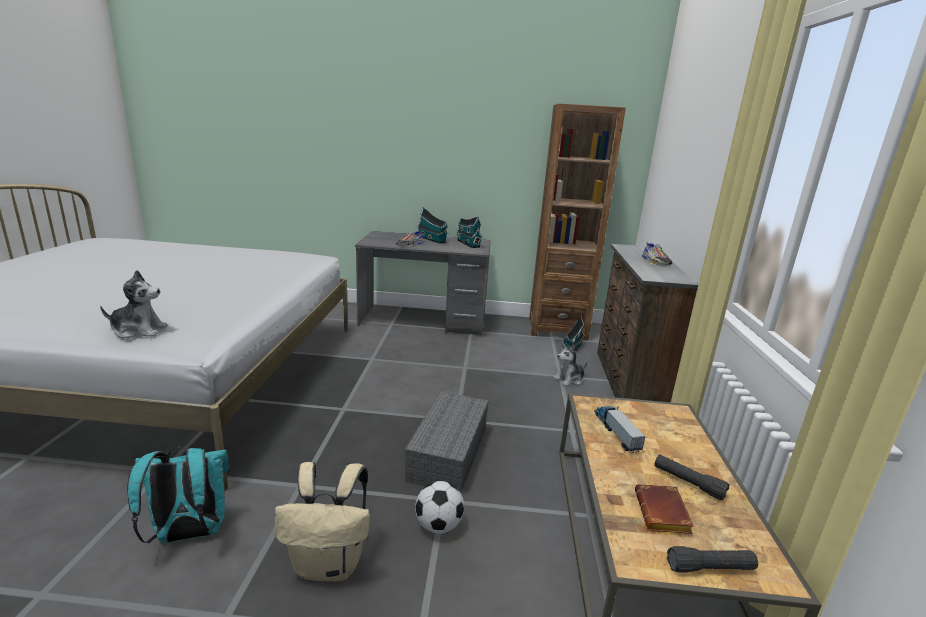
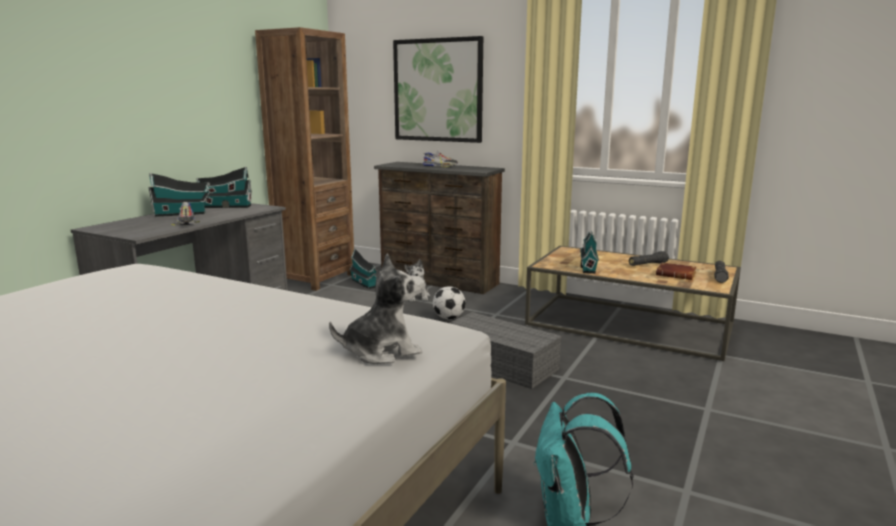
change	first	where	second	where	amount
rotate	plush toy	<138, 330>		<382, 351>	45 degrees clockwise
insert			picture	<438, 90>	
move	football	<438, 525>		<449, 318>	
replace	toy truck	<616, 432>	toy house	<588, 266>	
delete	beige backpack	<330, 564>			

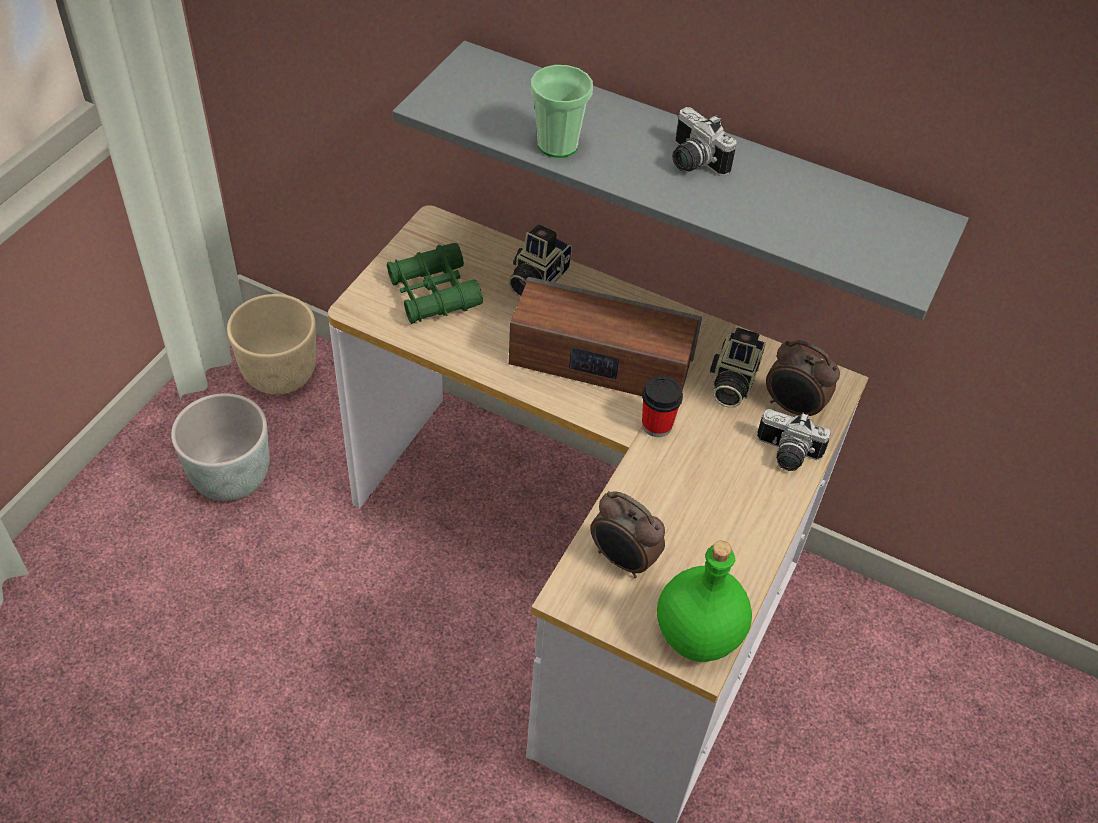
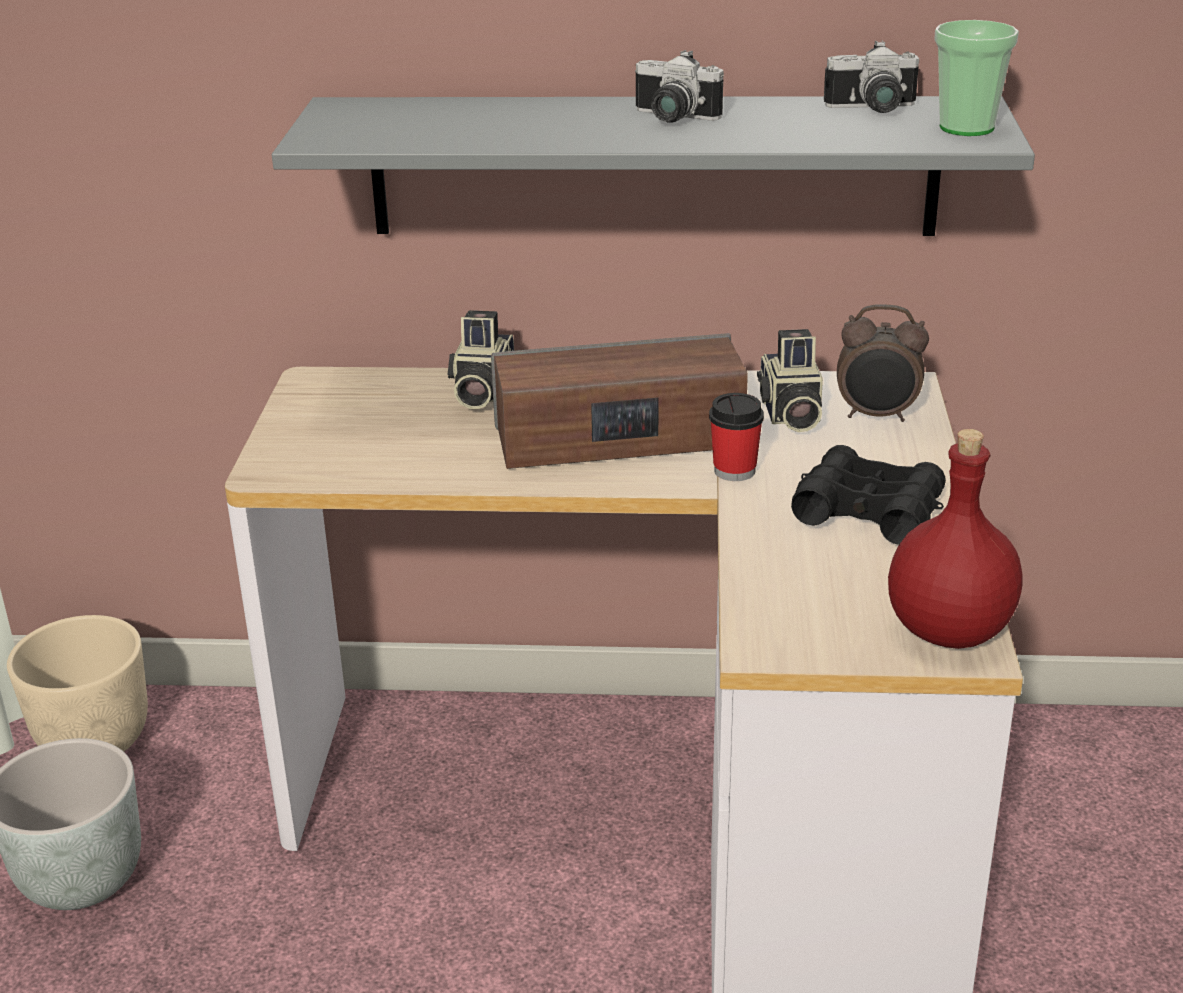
change	first	where	second	where	amount
insert			black binoculars	<868, 511>	
move	photo camera	<786, 455>		<873, 109>	
recolor	green bottle	<697, 633>	red bottle	<947, 630>	
move	cup	<557, 145>		<966, 128>	
delete	green binoculars	<433, 293>			
delete	alarm clock	<622, 560>			

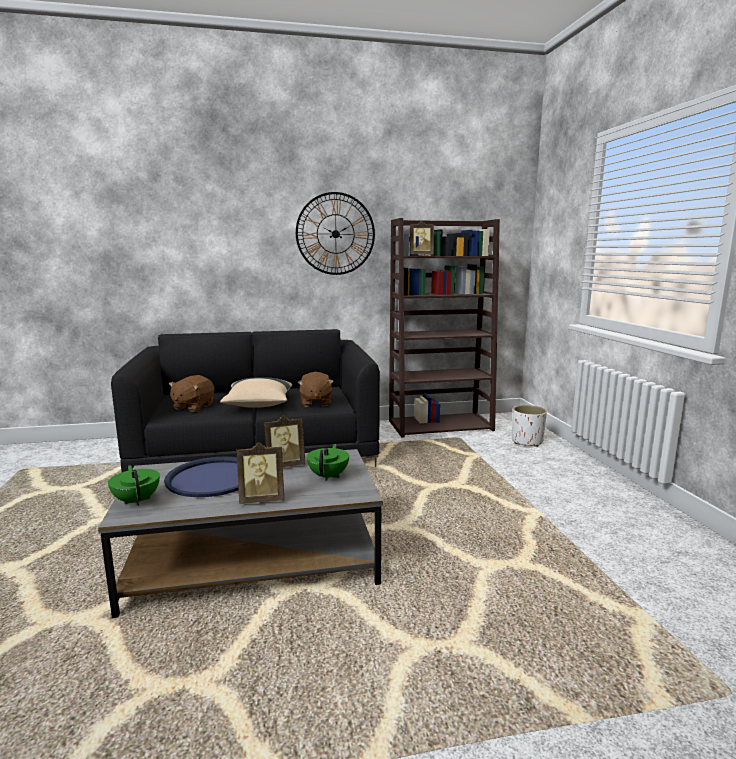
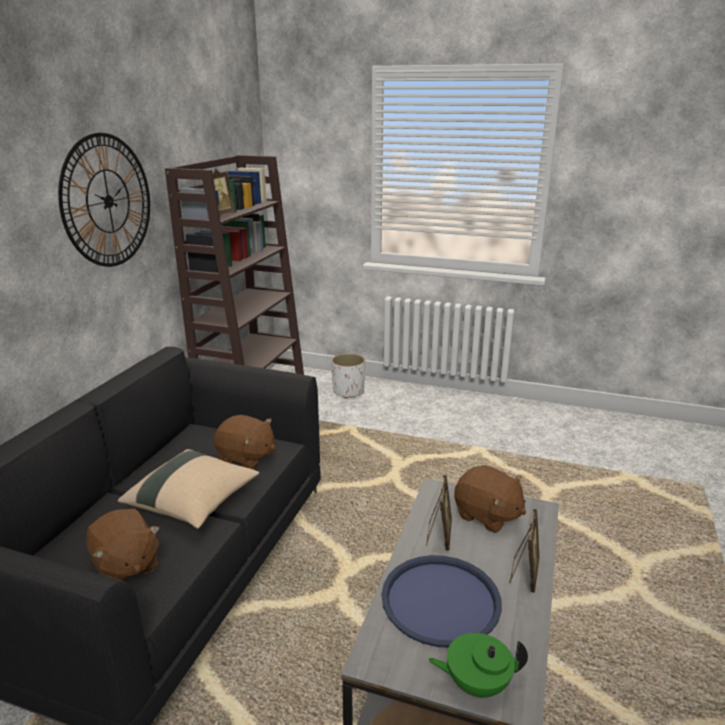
change	first	where	second	where	amount
replace	green teapot	<328, 476>	brown plush toy	<487, 516>	

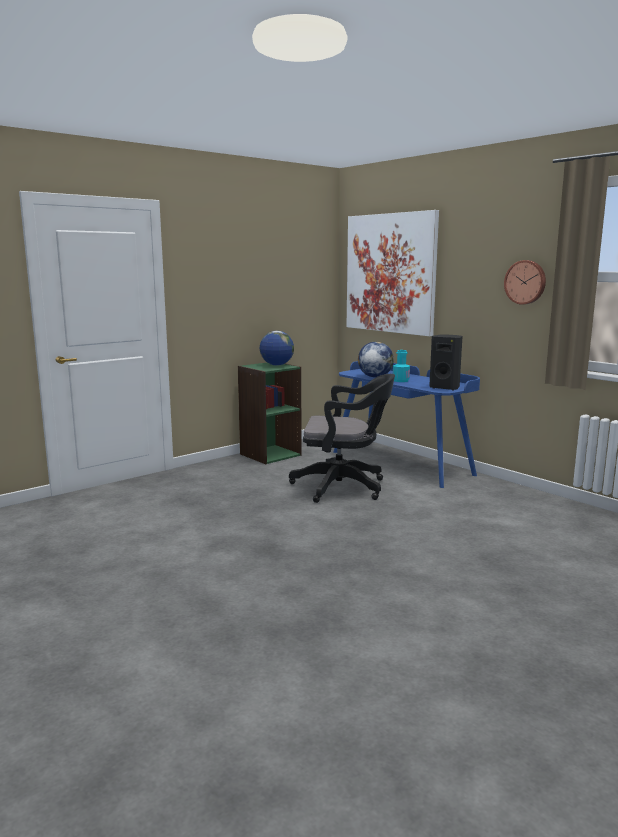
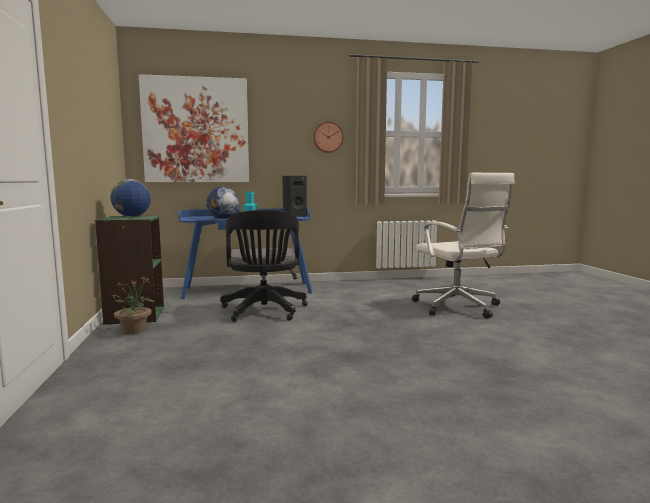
change	first	where	second	where	amount
insert			potted plant	<134, 330>	
rotate	black office chair	<344, 487>		<264, 312>	135 degrees clockwise
insert			white office chair	<458, 307>	

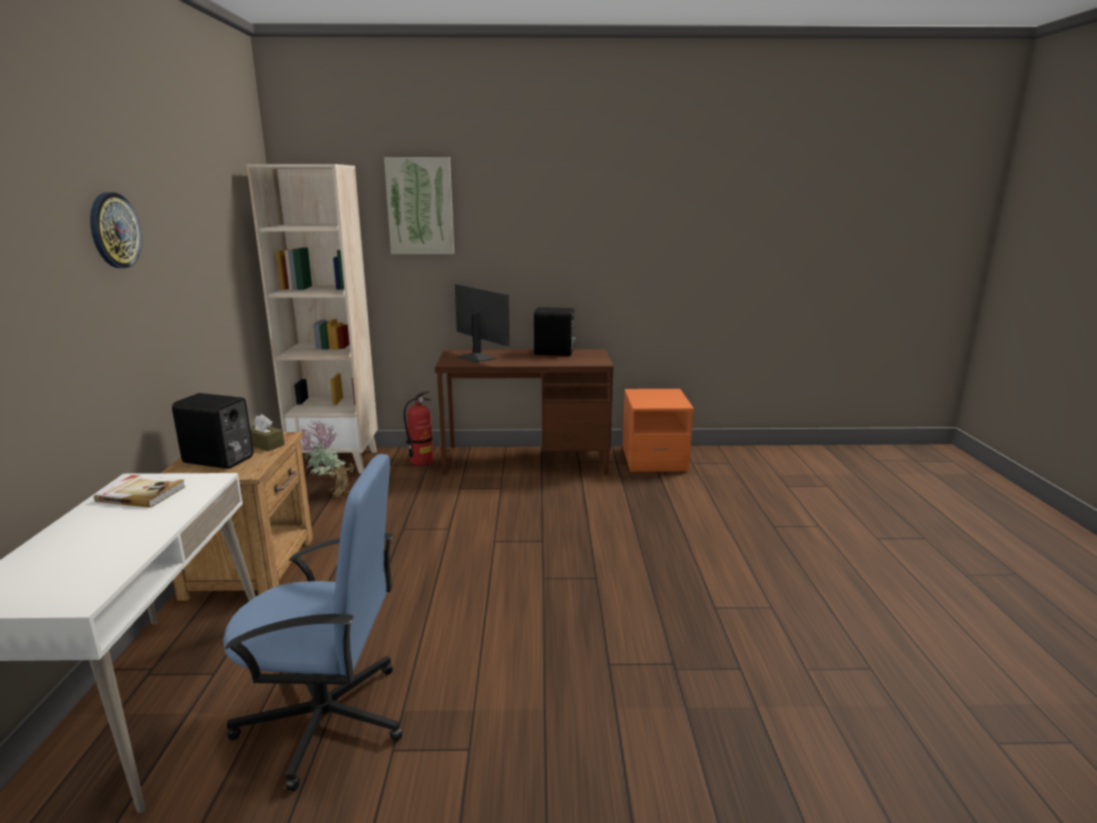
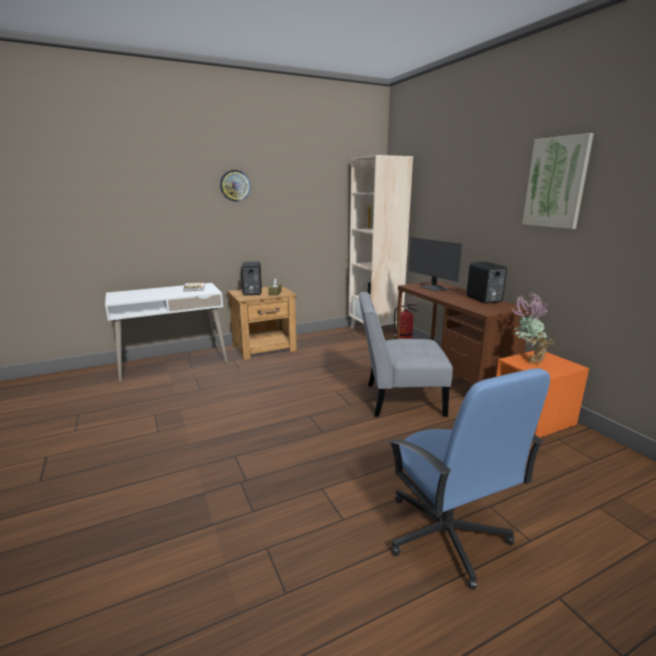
change	first	where	second	where	amount
insert			grey chair	<399, 399>	
move	blue office chair	<327, 720>		<446, 535>	
rotate	monitor	<477, 357>		<433, 288>	120 degrees clockwise
move	potted plant	<330, 495>		<527, 360>	
move	picture	<420, 206>		<556, 182>	

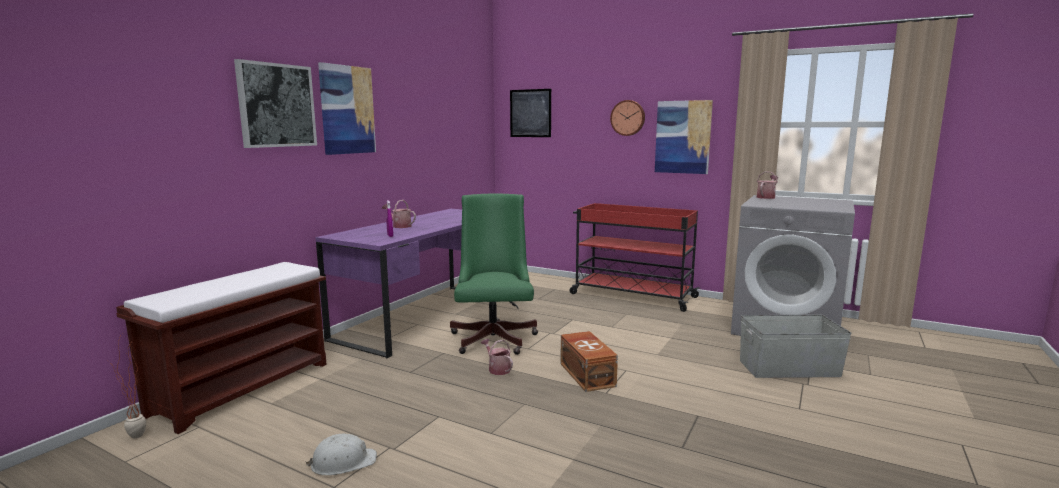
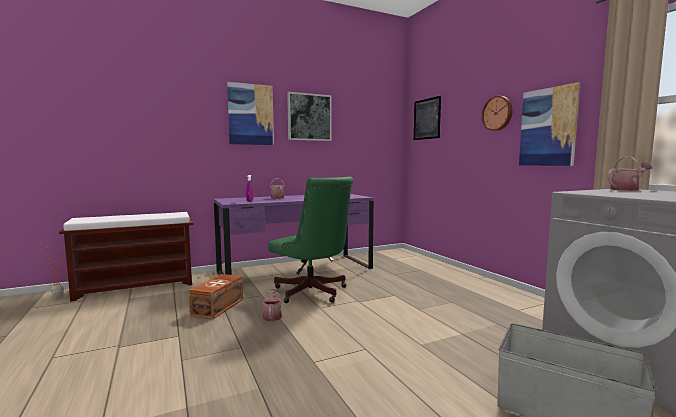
change	first	where	second	where	amount
move	brown storage box	<587, 374>		<219, 307>	
rotate	green office chair	<494, 337>		<313, 293>	105 degrees clockwise
move	picture	<276, 105>		<309, 117>	
delete	white hard hat	<343, 462>			
delete	red cart	<631, 295>			

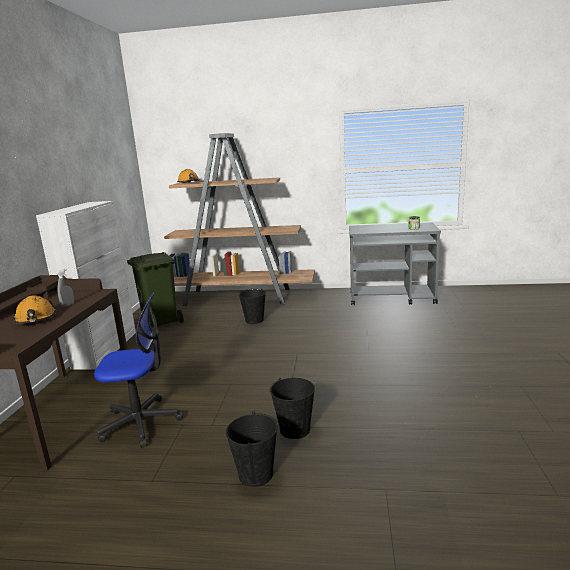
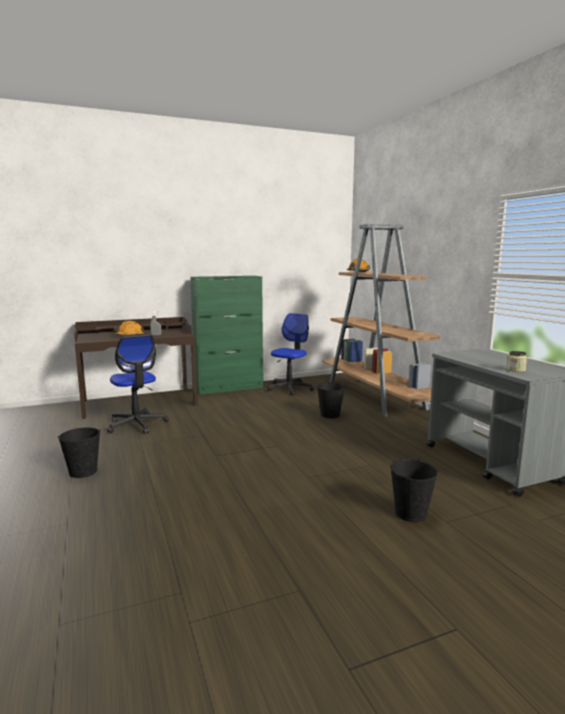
change	first	where	second	where	amount
recolor	white cabinet	<106, 349>	green cabinet	<229, 388>	
replace	green trash can	<161, 322>	office chair	<289, 388>	
move	black bucket	<295, 429>		<411, 513>	

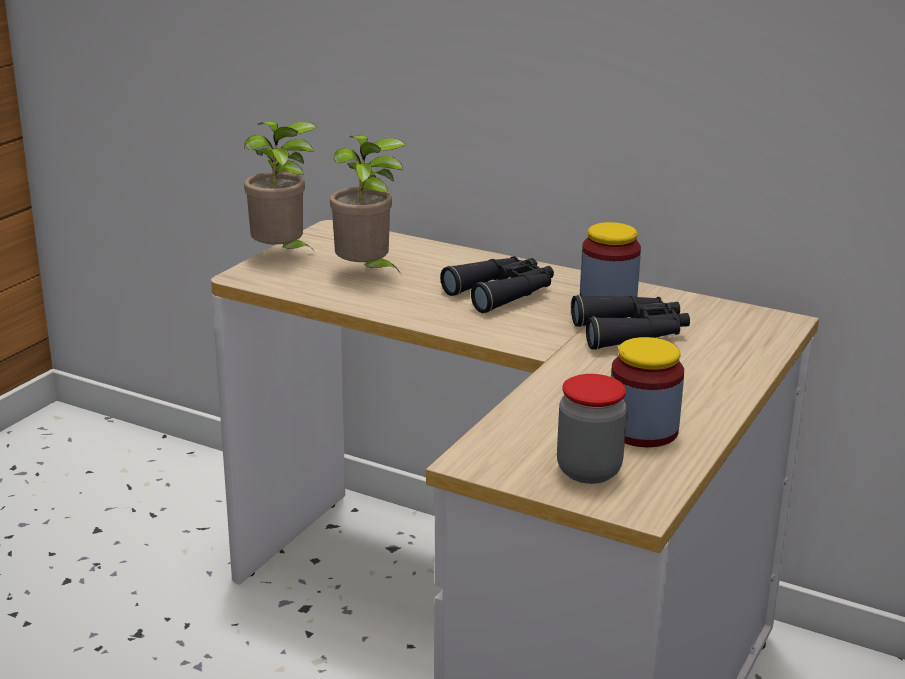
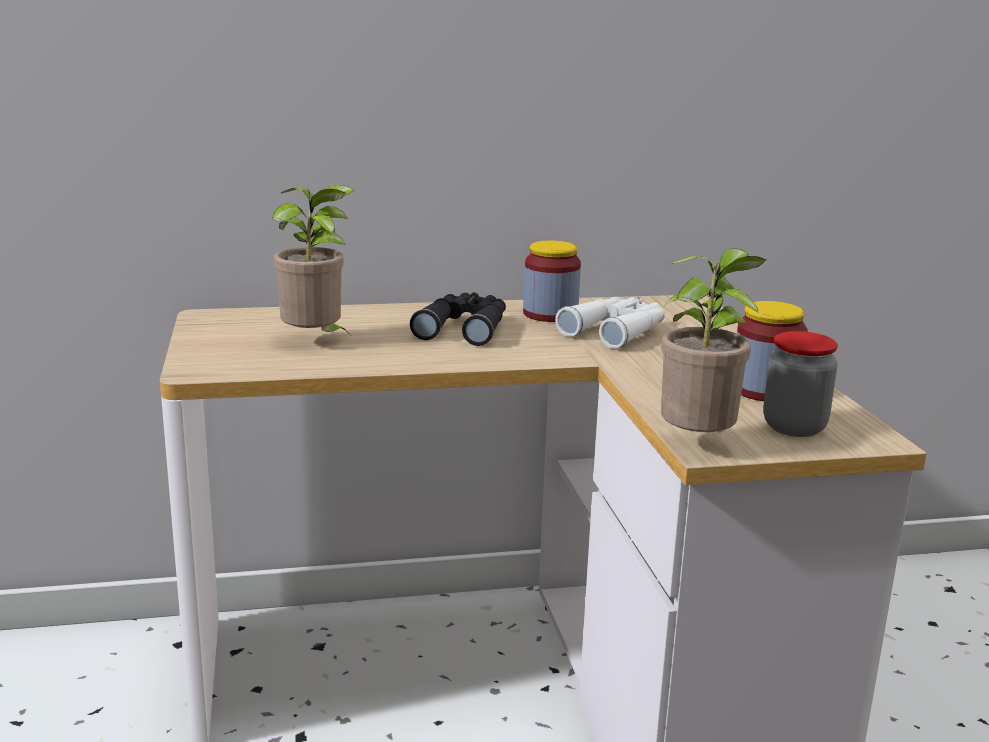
change	first	where	second	where	amount
recolor	black binoculars	<631, 333>	white binoculars	<616, 332>	
move	potted plant	<282, 256>		<699, 446>	

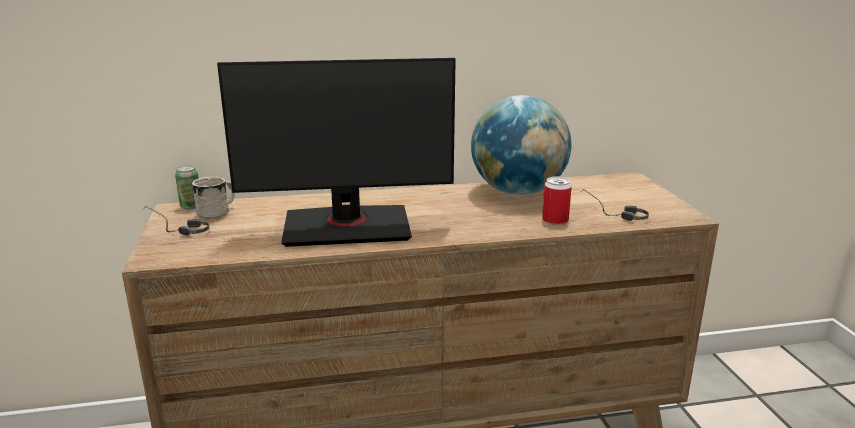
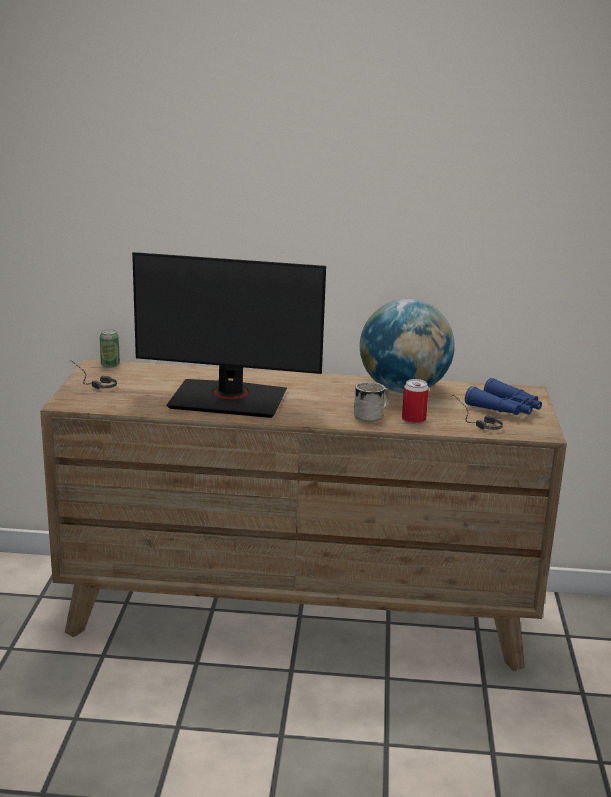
change	first	where	second	where	amount
move	white mug	<218, 212>		<372, 416>	
insert			blue binoculars	<505, 409>	

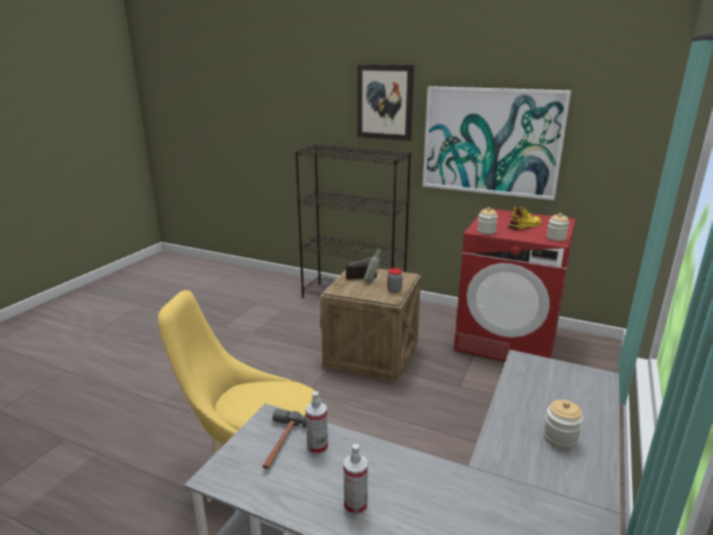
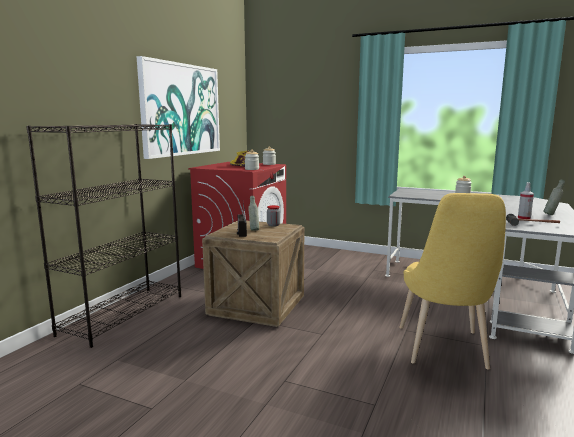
change	first	where	second	where	amount
replace	spray bottle	<355, 505>	grey bottle	<552, 215>	
delete	picture	<384, 102>			

